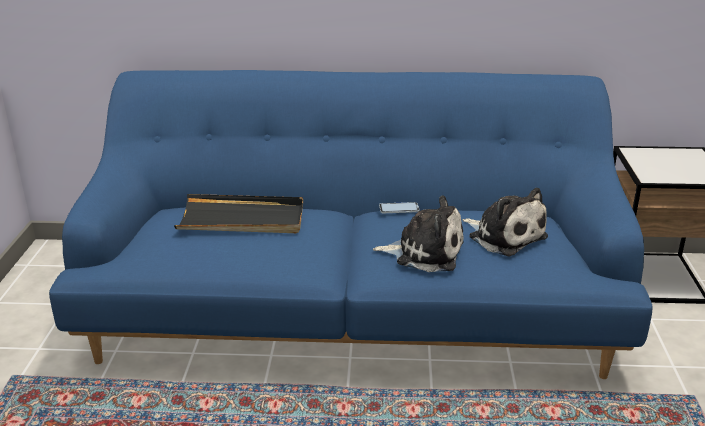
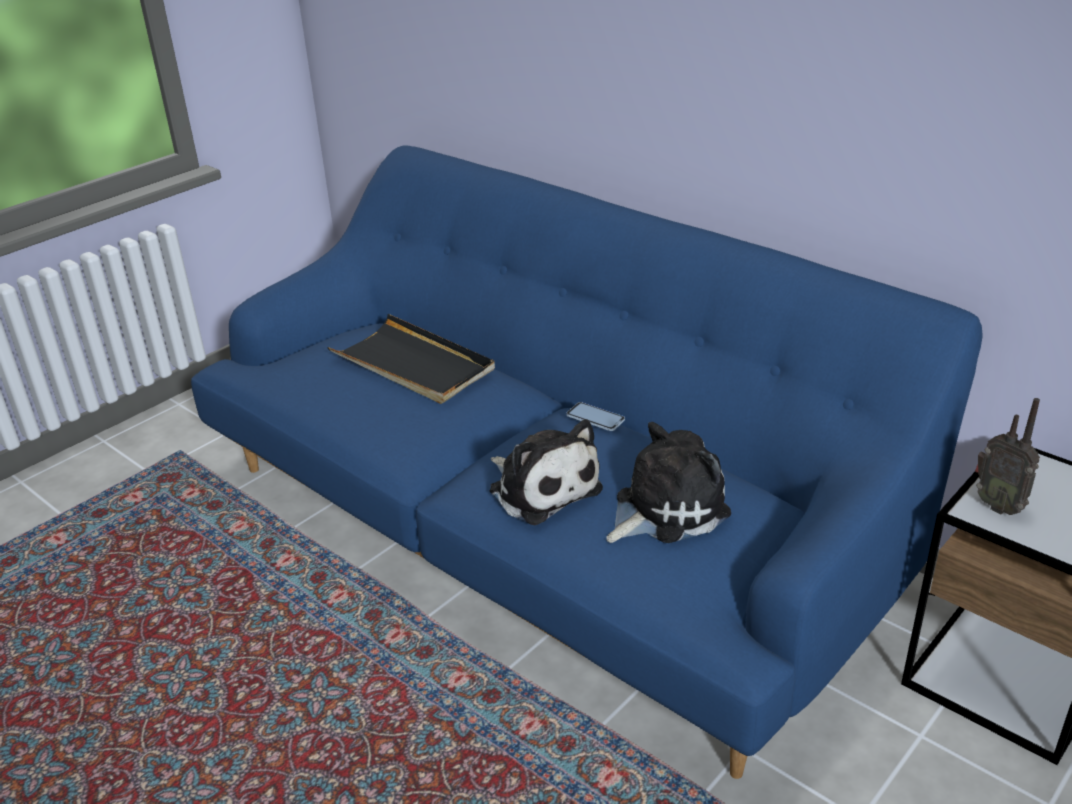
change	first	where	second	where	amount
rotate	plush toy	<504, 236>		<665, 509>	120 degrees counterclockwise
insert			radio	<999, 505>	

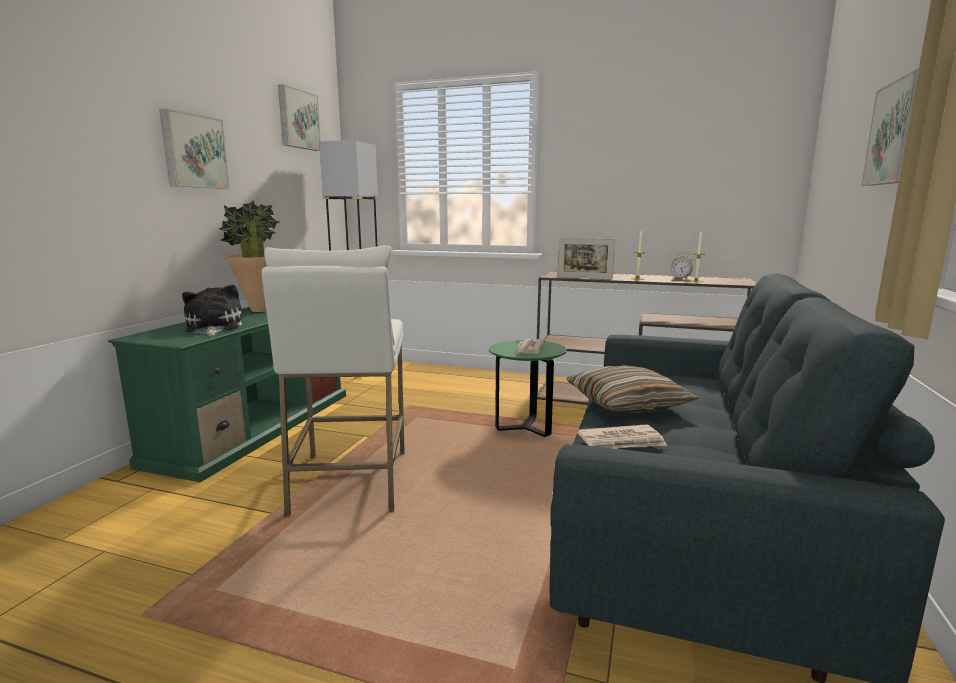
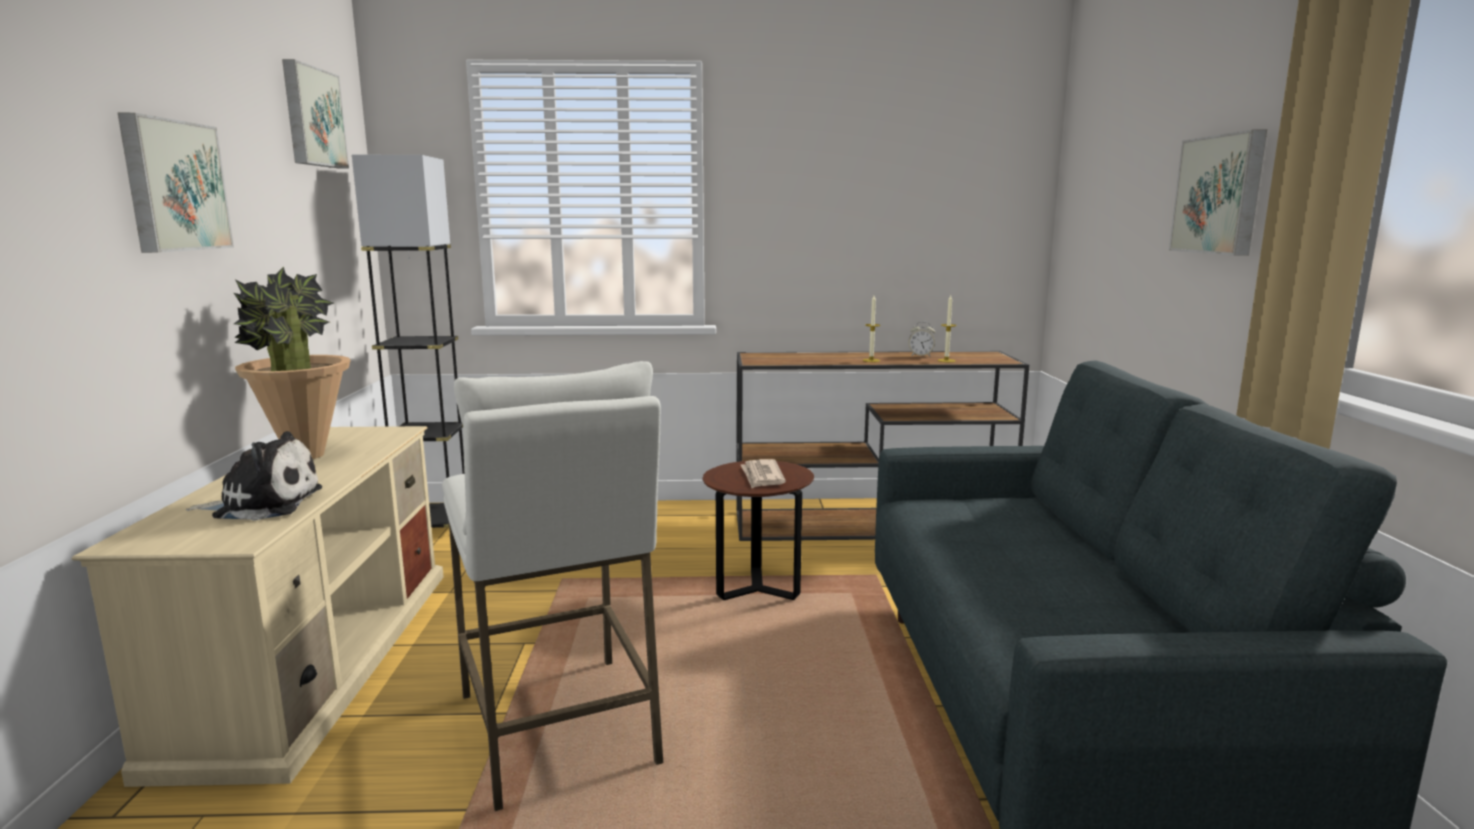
change	first	where	second	where	amount
recolor	green tv stand	<255, 425>	beige tv stand	<318, 657>	
rotate	plush toy	<213, 328>		<263, 504>	120 degrees clockwise
recolor	green side table	<525, 428>	brown side table	<757, 590>	
delete	picture frame	<584, 278>			
delete	pillow	<627, 404>			
delete	newspaper	<622, 442>			

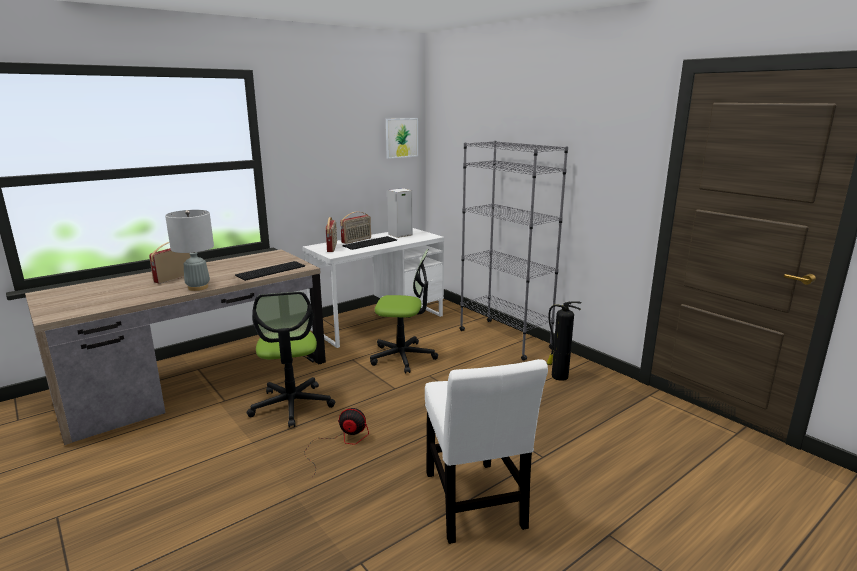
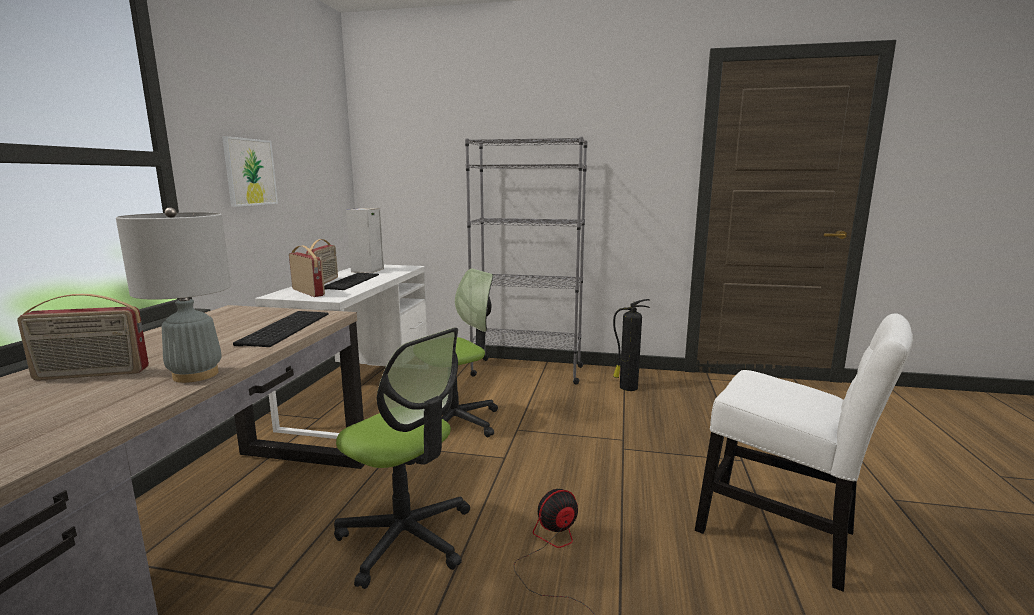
change	first	where	second	where	amount
rotate	radio	<174, 277>		<91, 374>	90 degrees counterclockwise
move	picture	<401, 138>		<250, 172>	

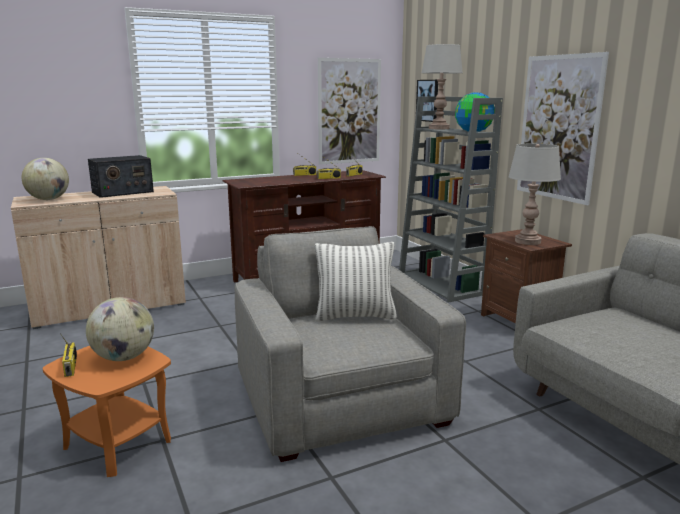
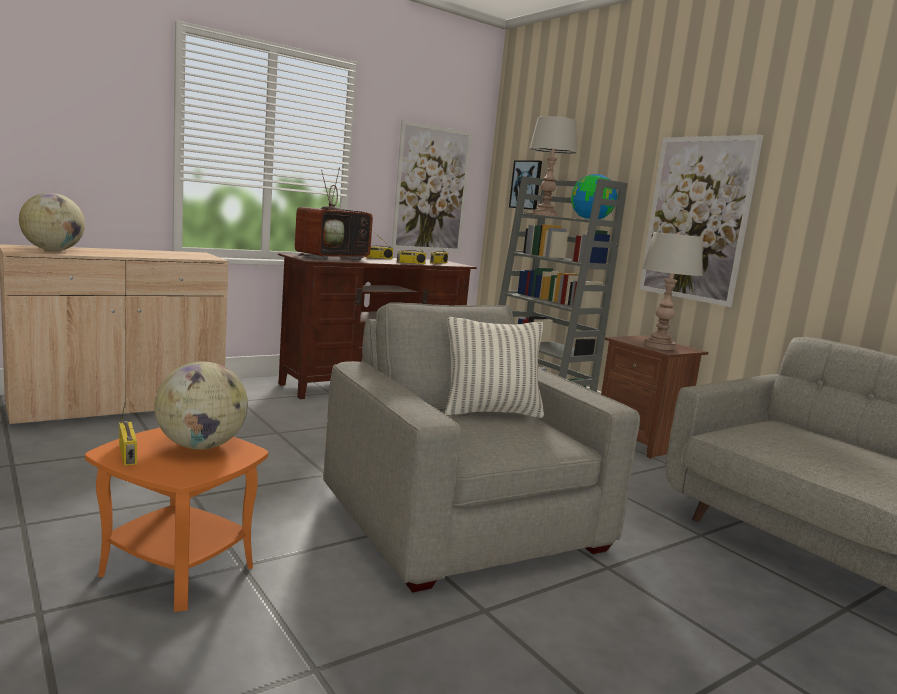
change	first	where	second	where	amount
insert			television	<332, 258>	
delete	radio	<122, 192>			

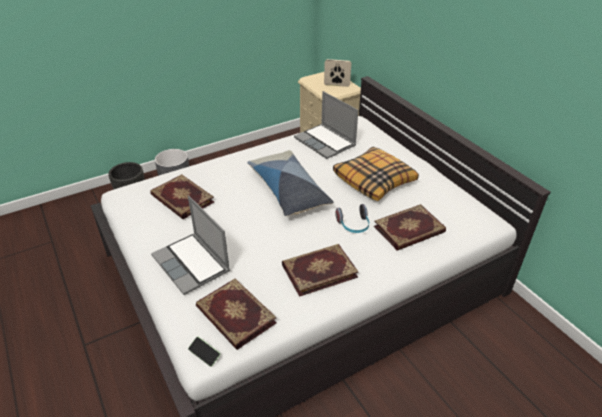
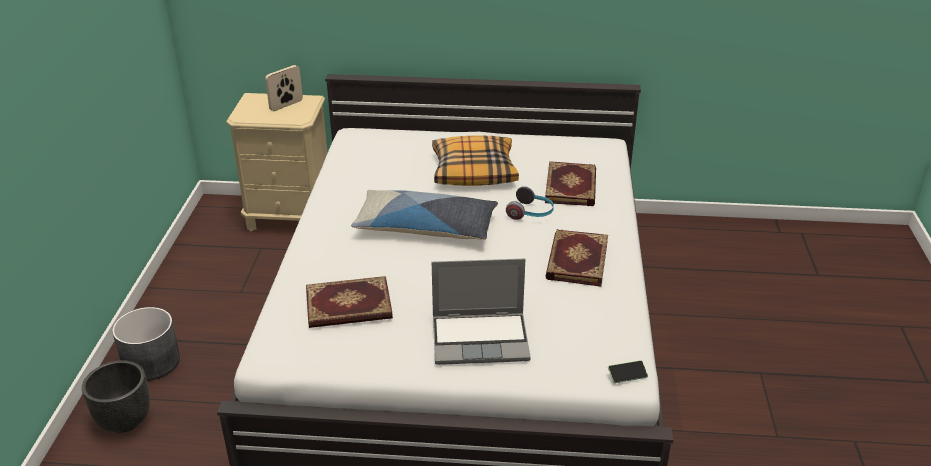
change	first	where	second	where	amount
delete	book	<234, 316>			
delete	laptop	<326, 142>			

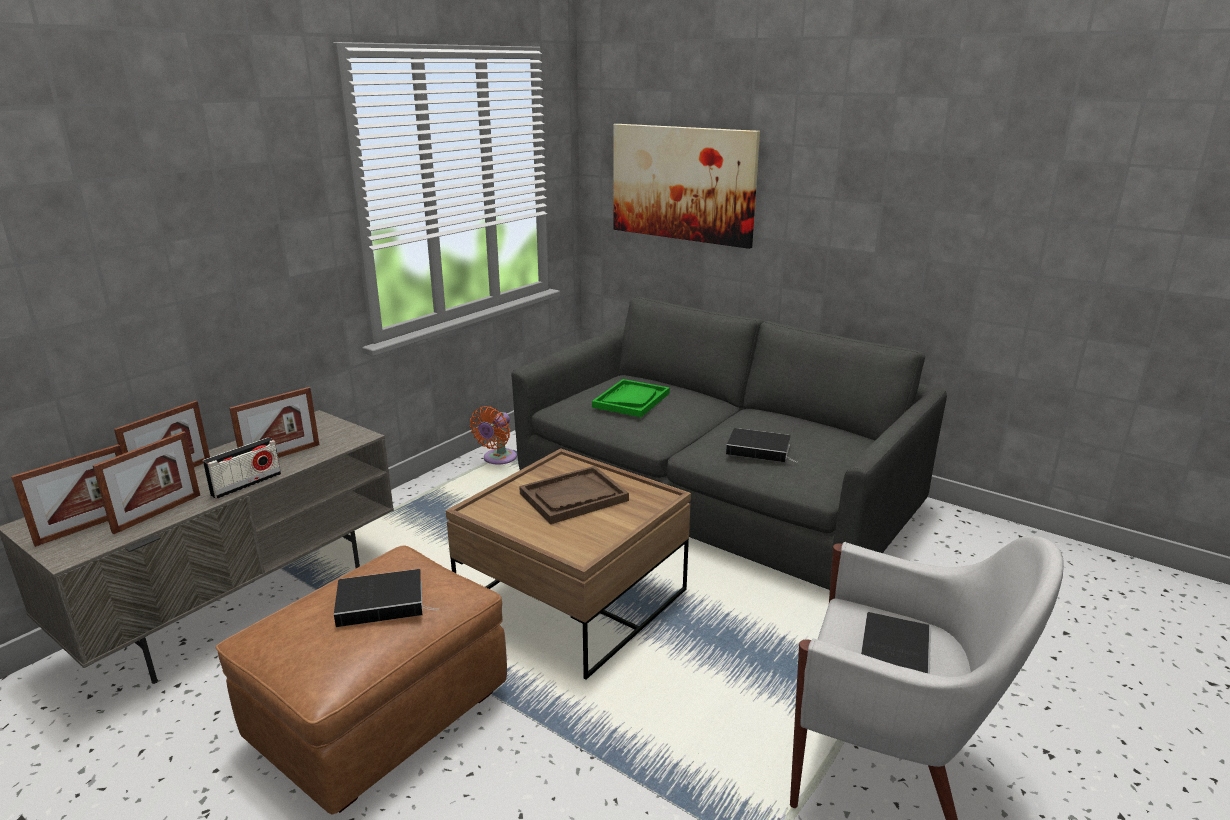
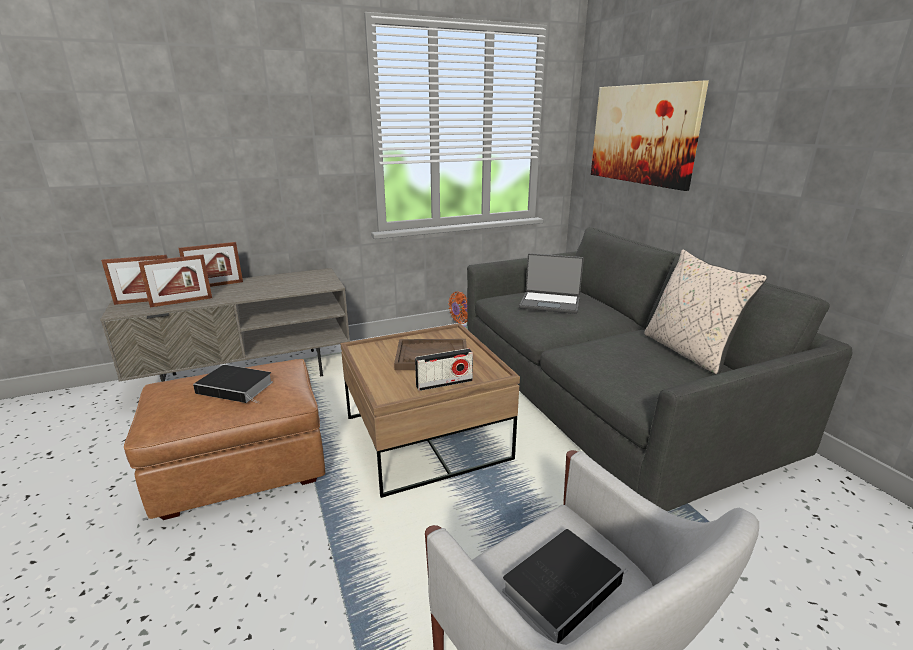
change	first	where	second	where	amount
move	radio	<246, 484>		<444, 383>	
replace	green tray	<631, 400>	laptop	<550, 303>	
insert			beige pillow	<688, 352>	
delete	picture frame	<281, 456>			
delete	book	<760, 449>			

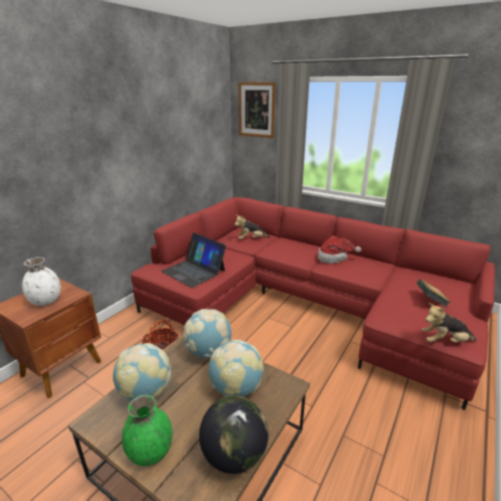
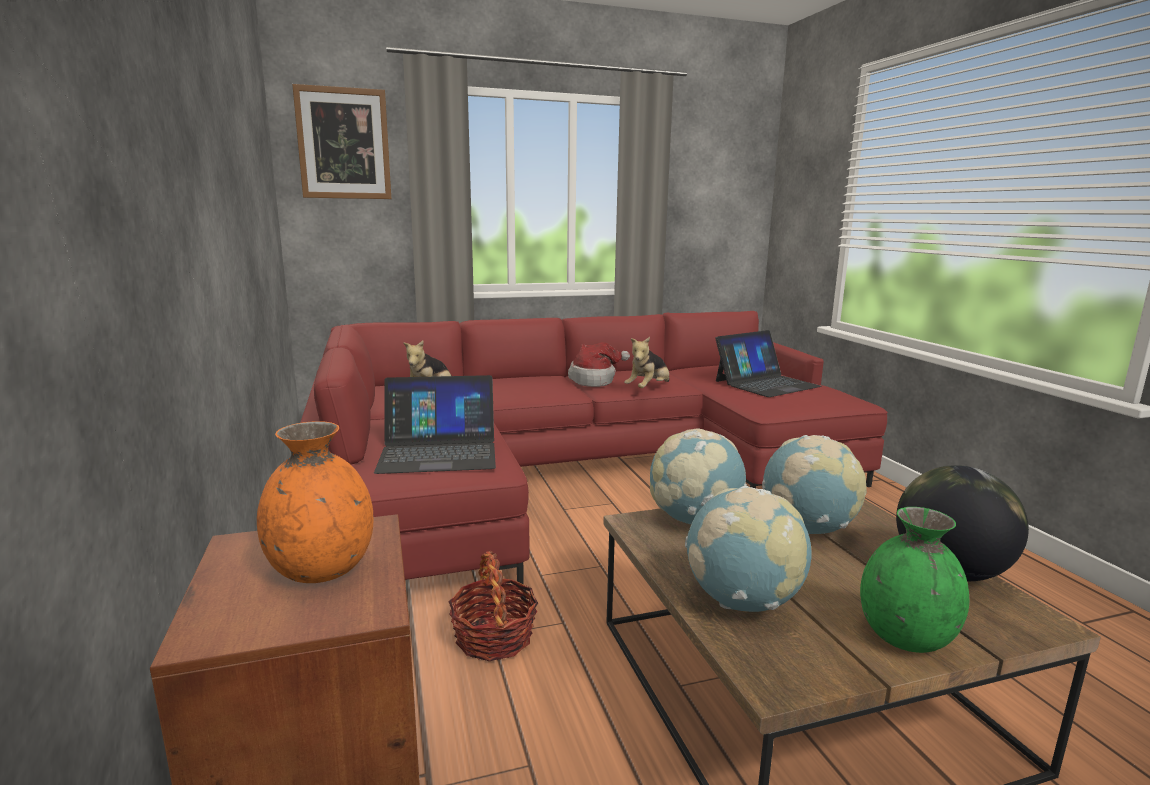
change	first	where	second	where	amount
recolor	white vase	<46, 301>	orange vase	<321, 569>	
move	plush toy	<444, 341>		<648, 389>	
replace	book	<430, 302>	laptop	<766, 383>	

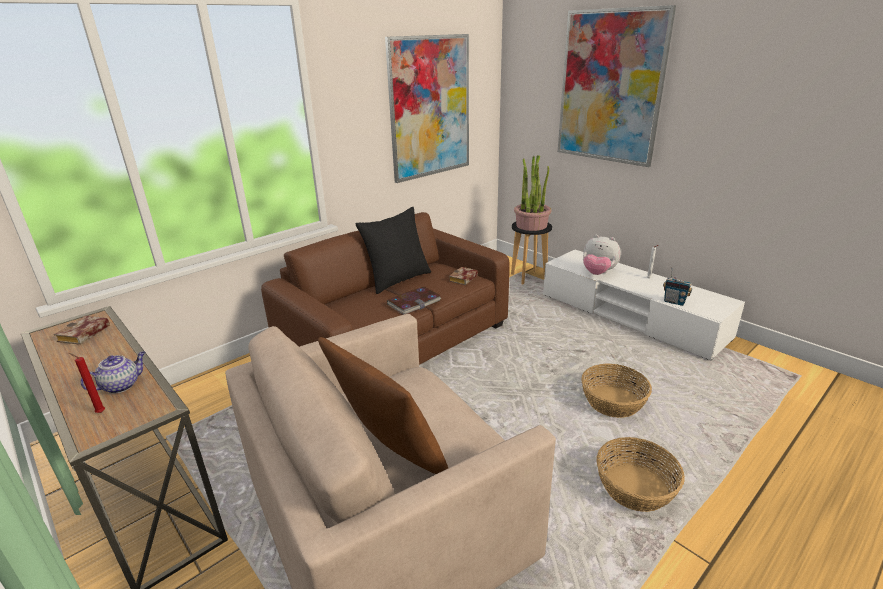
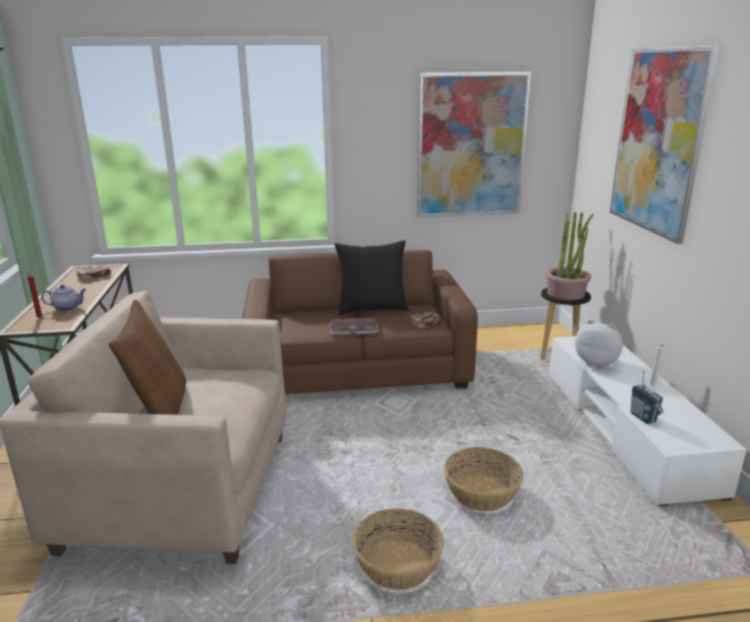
change	first	where	second	where	amount
rotate	plush toy	<598, 273>		<597, 363>	150 degrees clockwise

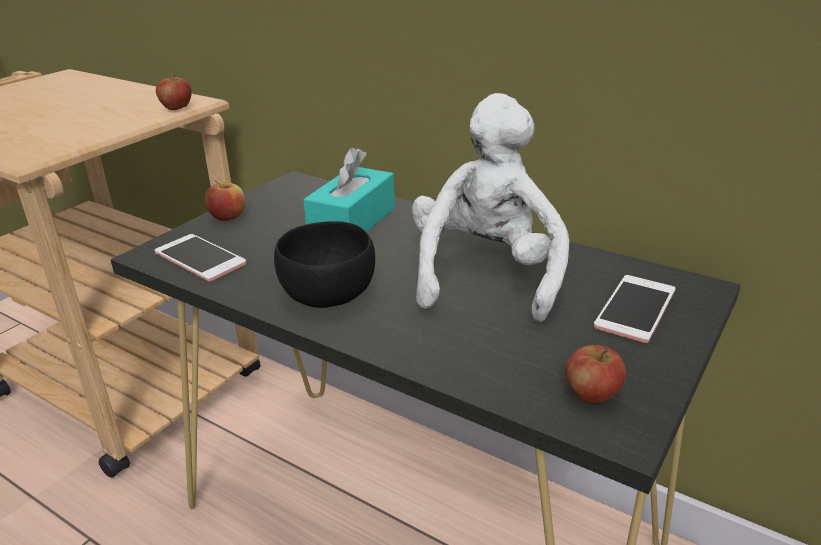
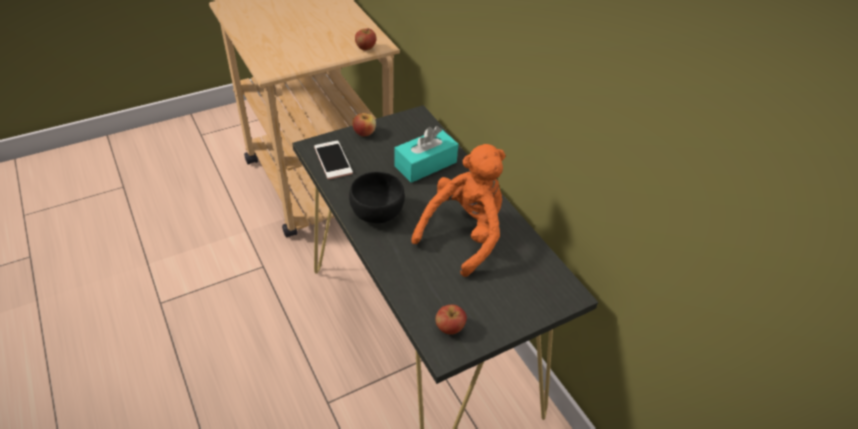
change	first	where	second	where	amount
recolor	white plush toy	<485, 275>	orange plush toy	<464, 233>	
delete	phone	<635, 309>			

